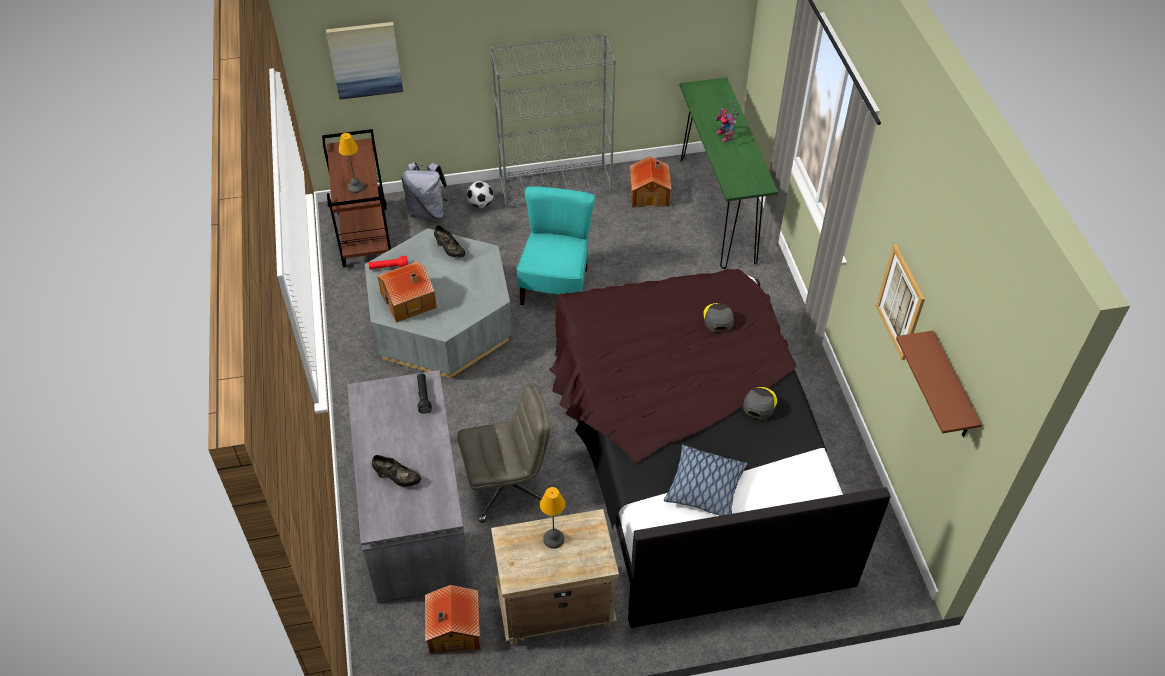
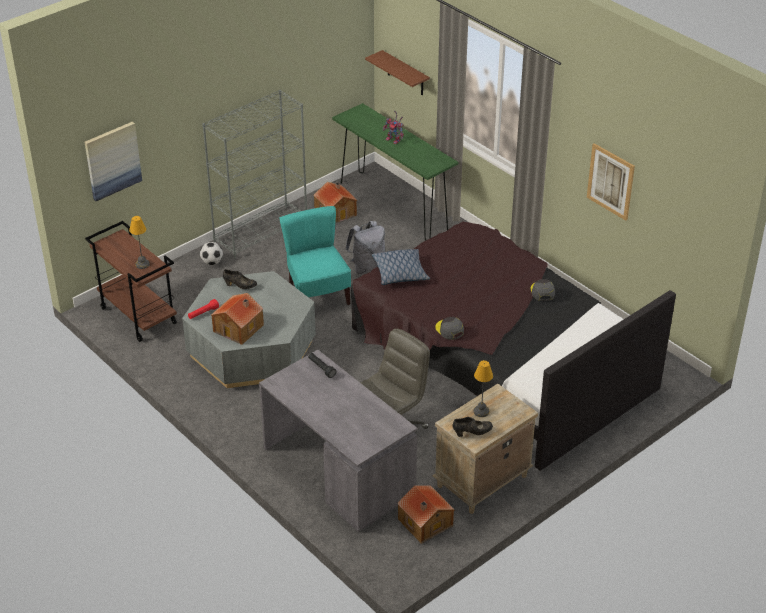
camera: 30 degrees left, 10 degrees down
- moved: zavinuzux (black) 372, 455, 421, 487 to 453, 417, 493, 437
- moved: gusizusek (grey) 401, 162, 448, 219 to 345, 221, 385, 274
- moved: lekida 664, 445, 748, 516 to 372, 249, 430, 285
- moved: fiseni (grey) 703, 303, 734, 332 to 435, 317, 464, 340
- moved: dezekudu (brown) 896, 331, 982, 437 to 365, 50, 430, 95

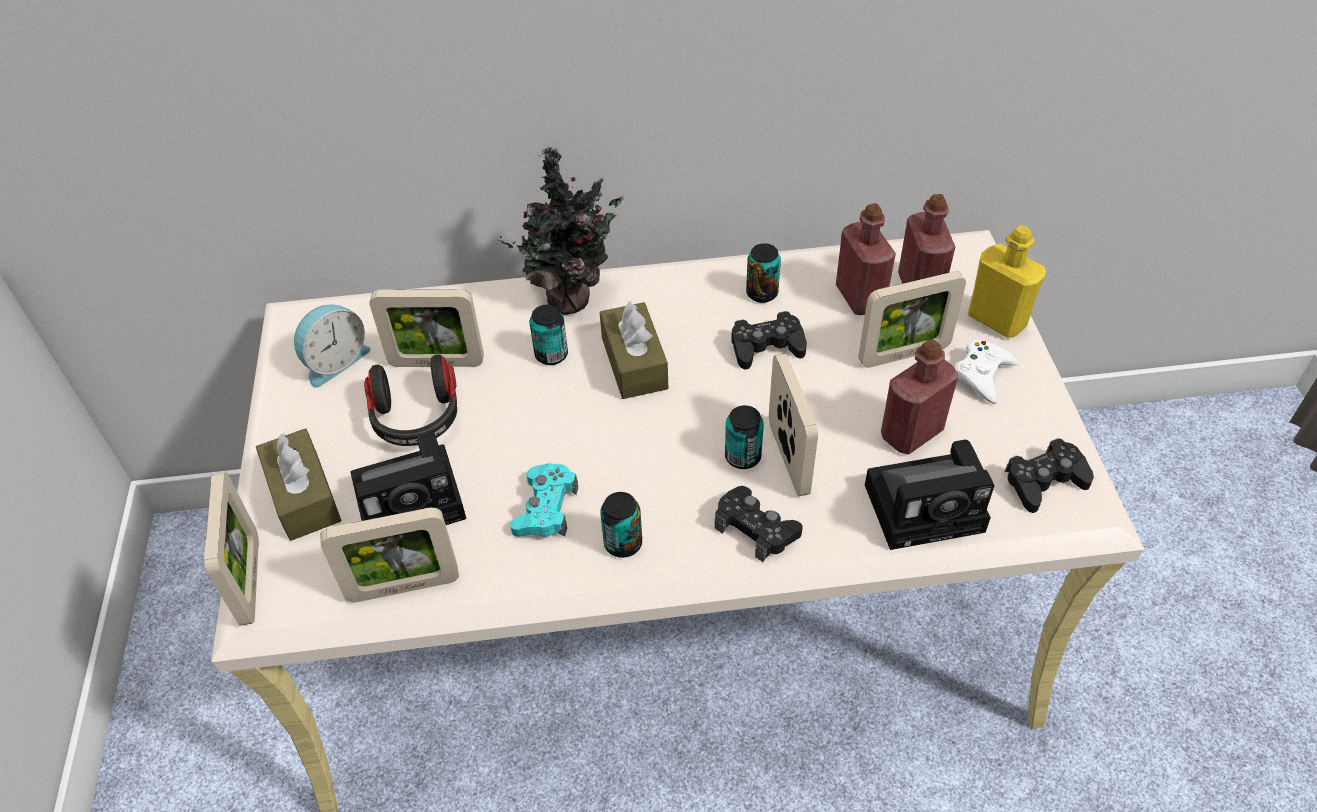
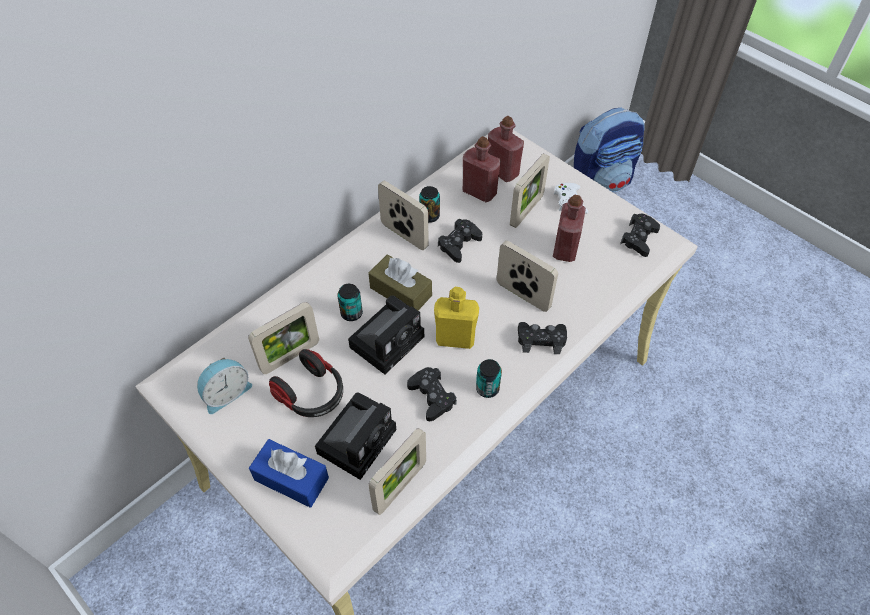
camera: 40 degrees left, 5 degrees up
- removed: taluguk 498, 147, 624, 315
- removed: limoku 725, 405, 764, 469
- added: gusizusek 574, 108, 645, 192
- moved: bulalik 204, 472, 259, 626 to 378, 181, 429, 250
- moved: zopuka 865, 440, 995, 550 to 348, 295, 424, 375
- moved: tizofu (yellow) 968, 225, 1046, 338 to 434, 287, 479, 349
- recoloured: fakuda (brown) 256, 428, 342, 541 to fakuda (blue) 249, 439, 329, 508
- recoloured: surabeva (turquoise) 510, 463, 578, 537 to surabeva (black) 407, 367, 457, 421
- turned: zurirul 294, 304, 371, 388 = 197, 358, 252, 414 45 degrees clockwise

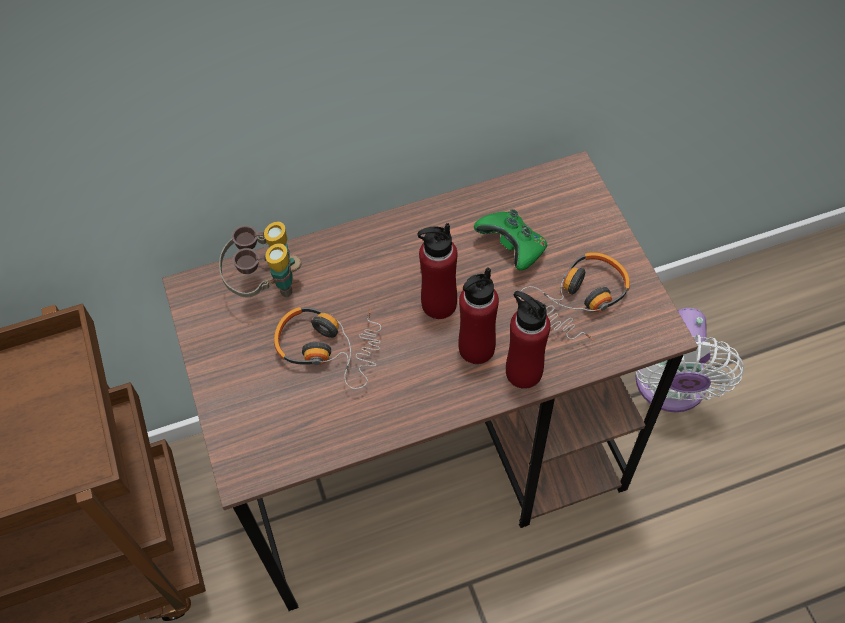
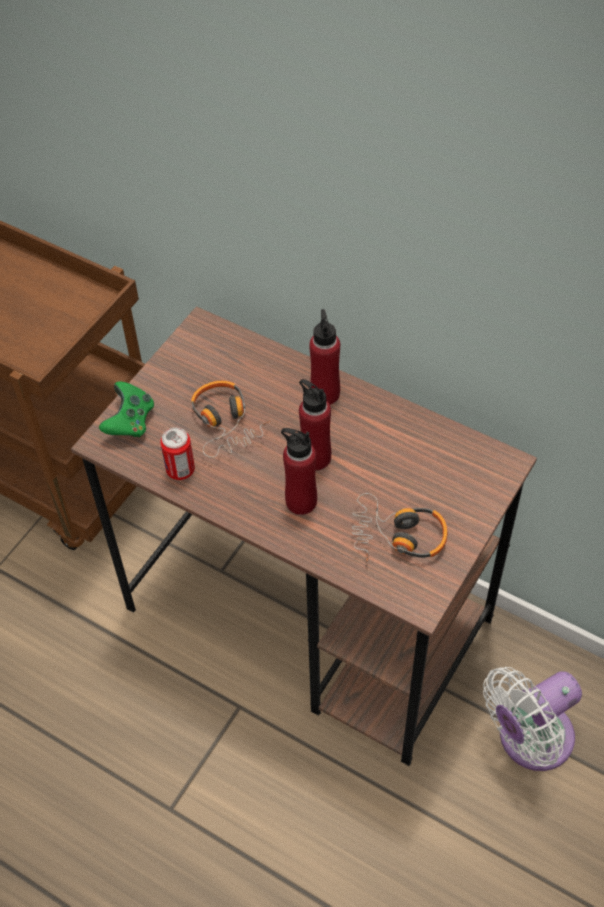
camera: 50 degrees right, 5 degrees down
- removed: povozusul 219, 222, 301, 298
- added: limoku 160, 427, 195, 480
- moved: surabeva (green) 474, 209, 548, 270 to 99, 382, 154, 438
- moved: tizofu (red) 506, 291, 551, 389 to 309, 309, 340, 405

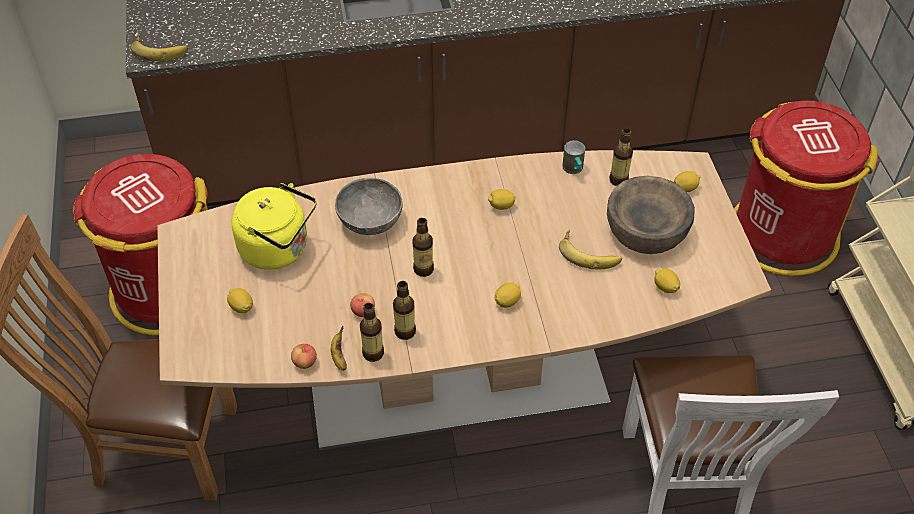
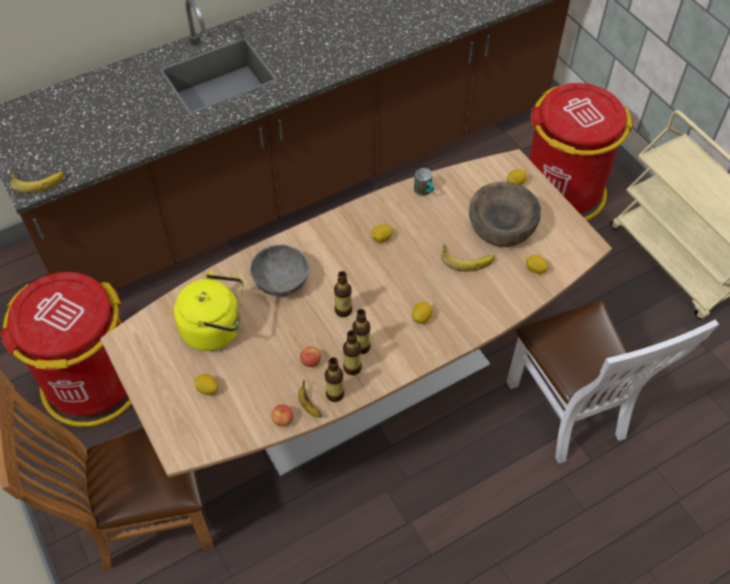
camera: 20 degrees left, 5 degrees up
- moved: tizofu 609, 128, 633, 186 to 352, 309, 370, 354

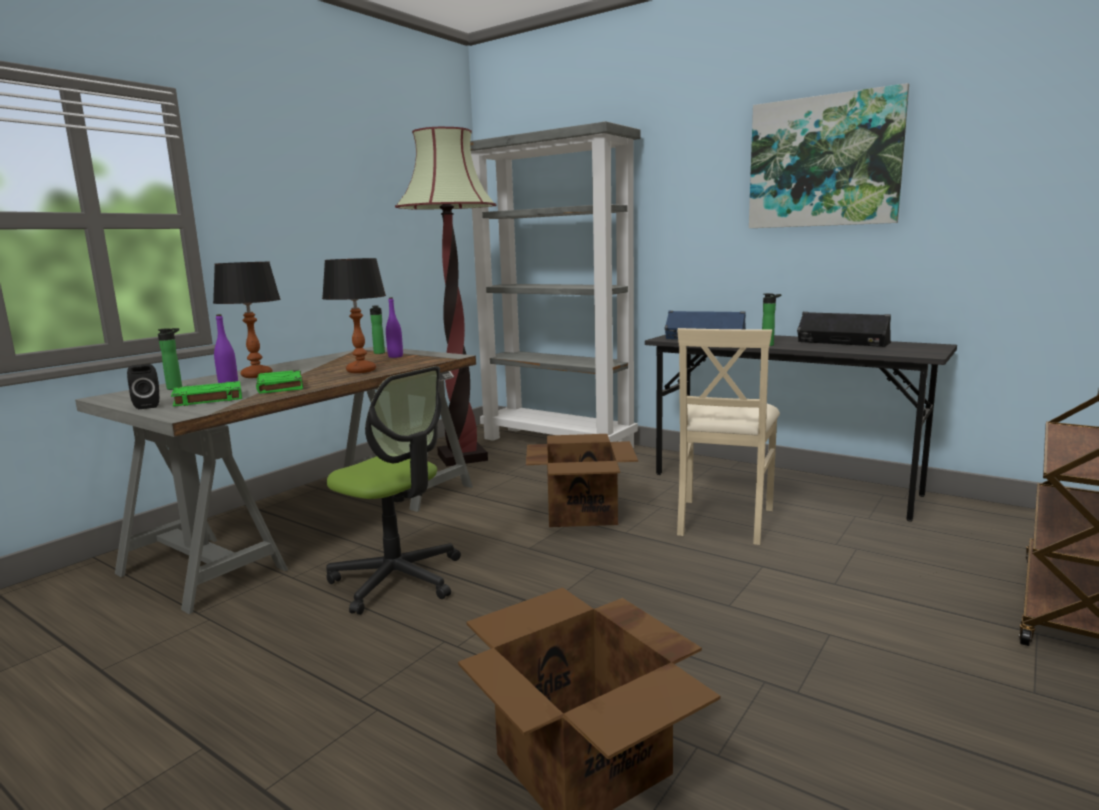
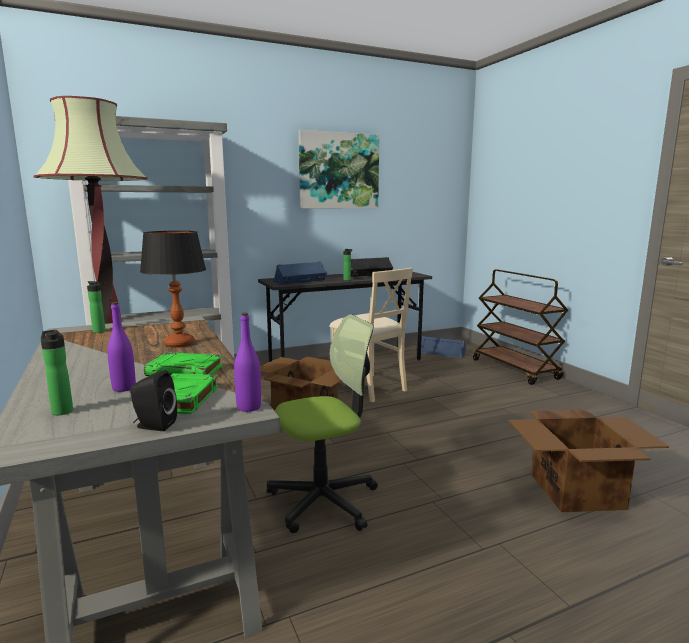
camera: 60 degrees left, 0 degrees up
- removed: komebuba 213, 262, 281, 378
- added: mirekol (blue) 421, 336, 466, 359
- moved: tizofu (purple) 386, 297, 403, 358 to 234, 313, 261, 412

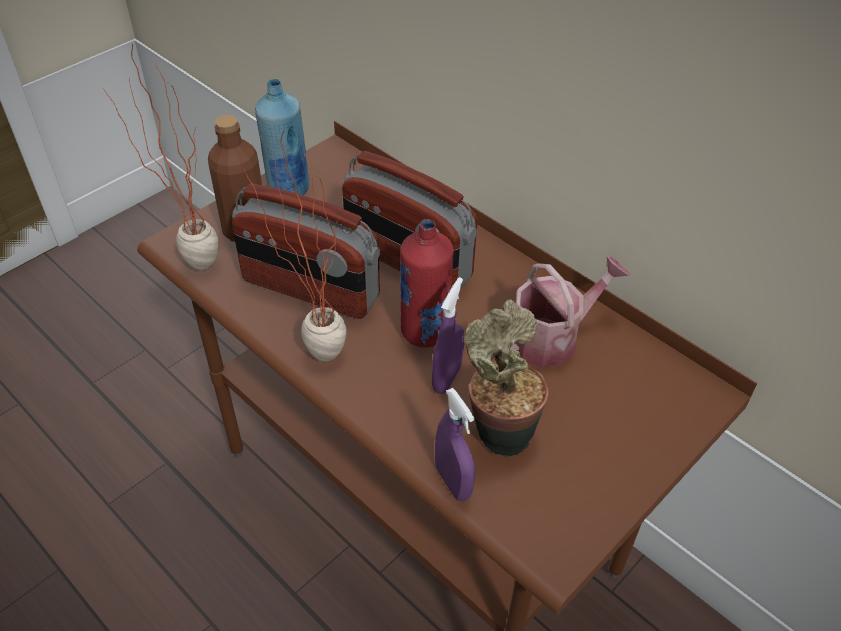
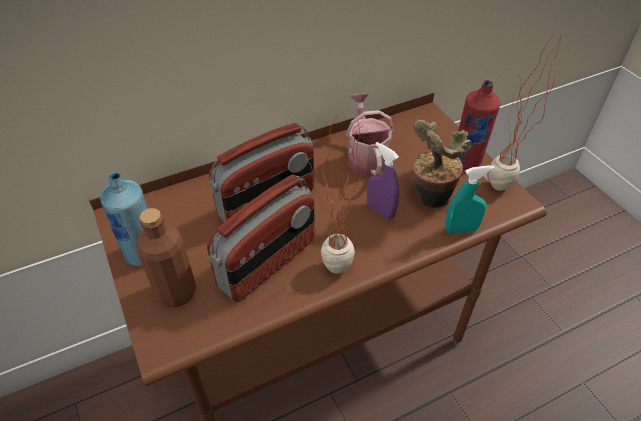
camera: 70 degrees left, 0 degrees up
- moved: taluguk 103, 44, 218, 271 to 489, 29, 562, 191
- moved: tizofu (red) 400, 219, 454, 347 to 458, 80, 500, 169
- recoloured: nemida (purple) 435, 388, 476, 501 to nemida (turquoise) 445, 165, 495, 234

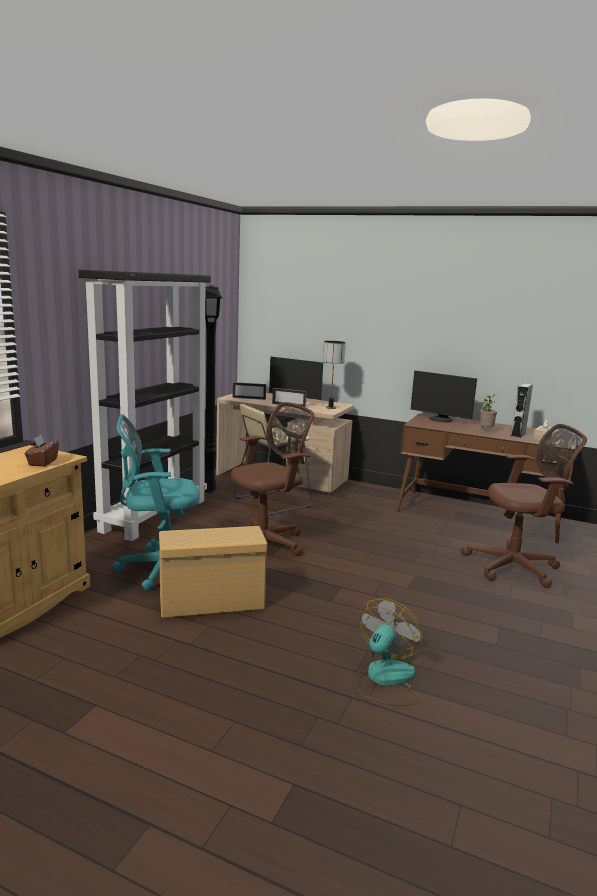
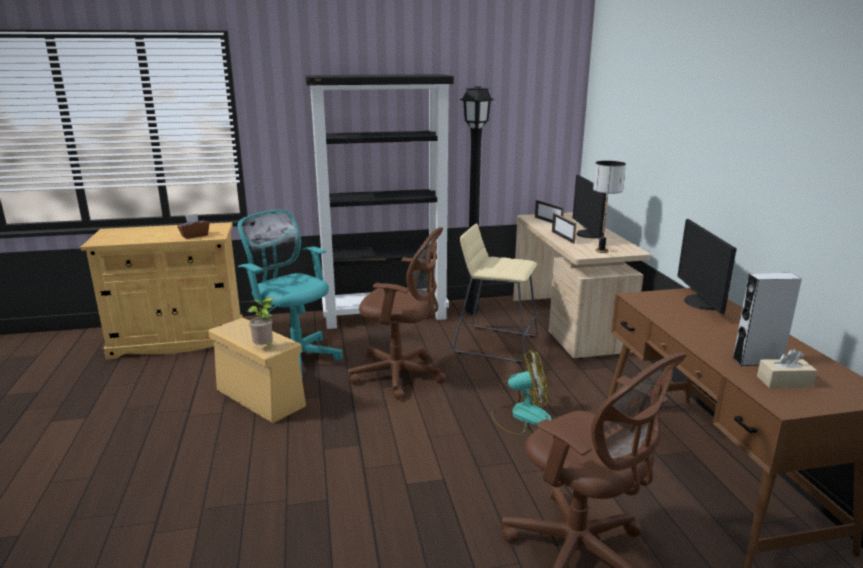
camera: 55 degrees right, 5 degrees up
- moved: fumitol 357, 598, 422, 705 to 491, 350, 551, 435
- moved: taluguk 480, 394, 497, 428 to 248, 297, 274, 345

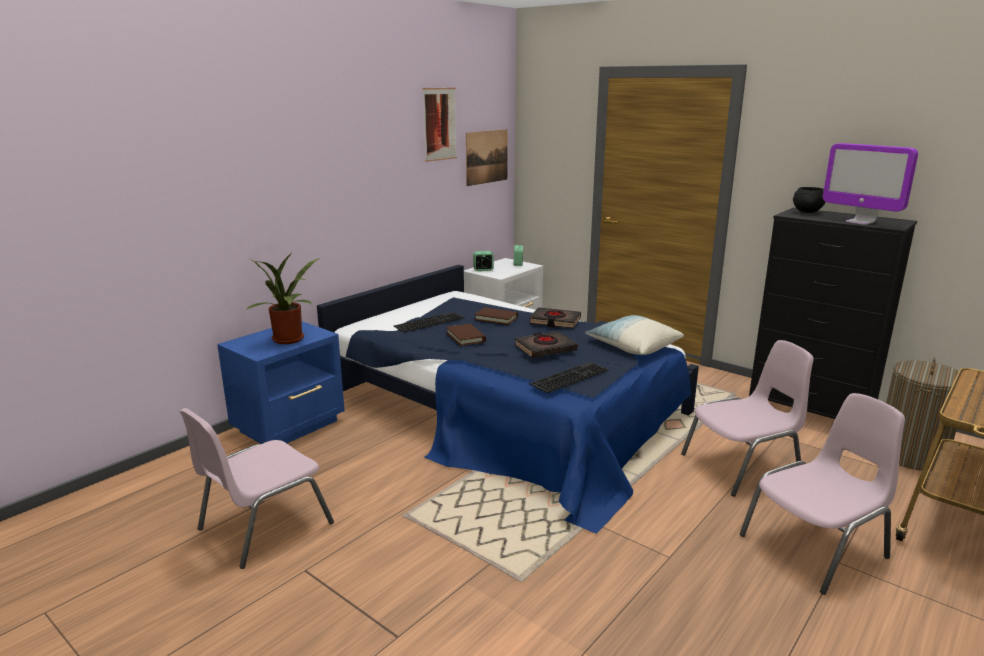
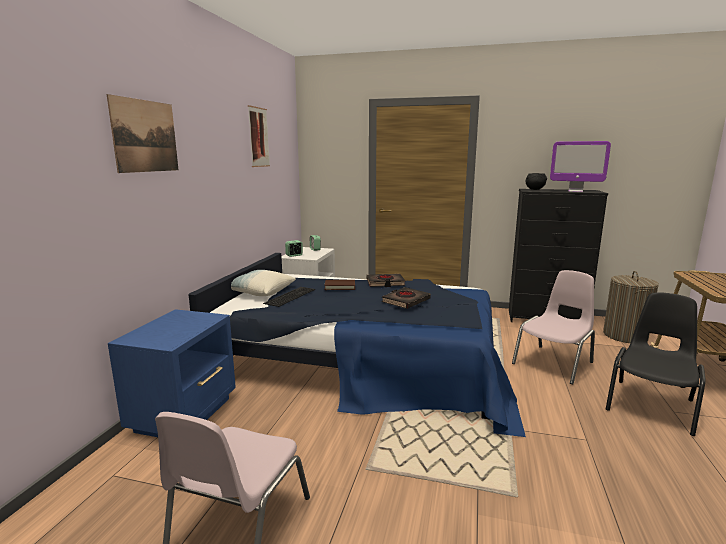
camera: 25 degrees left, 5 degrees down
- removed: taluguk 245, 253, 320, 344
- removed: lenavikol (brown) 446, 324, 486, 346
- removed: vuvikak 529, 362, 609, 393
- moved: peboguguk 466, 129, 508, 186 to 107, 94, 179, 173
- moved: lekida 585, 315, 684, 355 to 231, 270, 296, 296
- recoloured: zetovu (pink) 740, 393, 905, 595 to zetovu (black) 606, 292, 705, 436

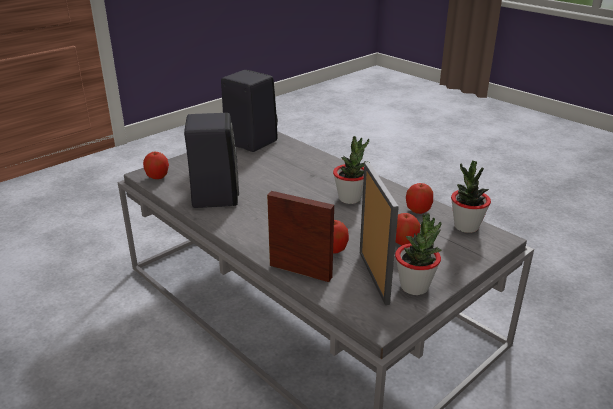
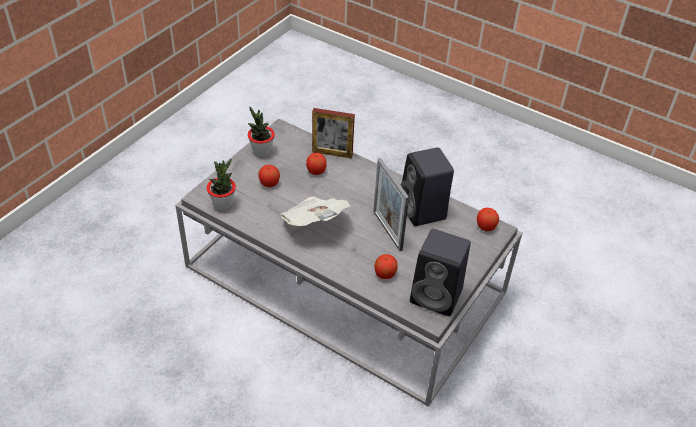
camera: 165 degrees right, 15 degrees up
- moved: bulalik 360, 162, 399, 305 to 373, 158, 409, 251
- moved: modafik 406, 183, 433, 214 to 374, 254, 398, 279
- replaced: taluguk 333, 136, 370, 204 to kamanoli 281, 197, 351, 226

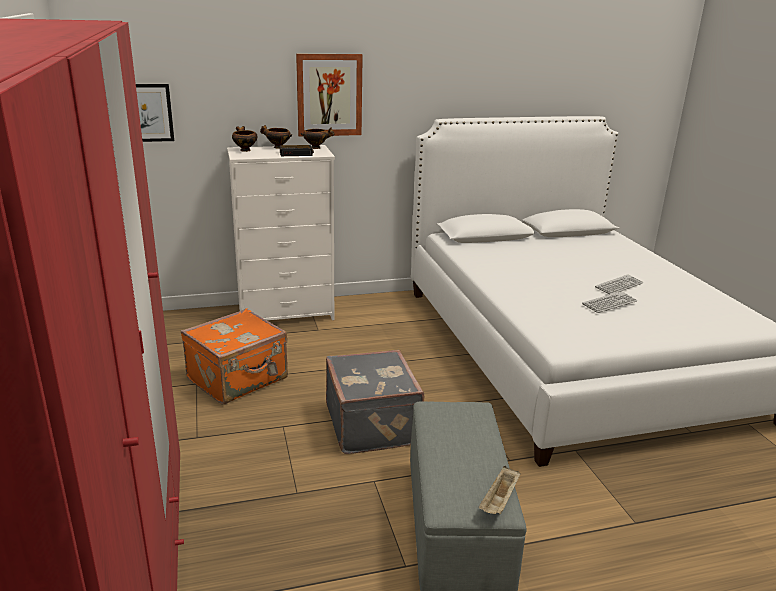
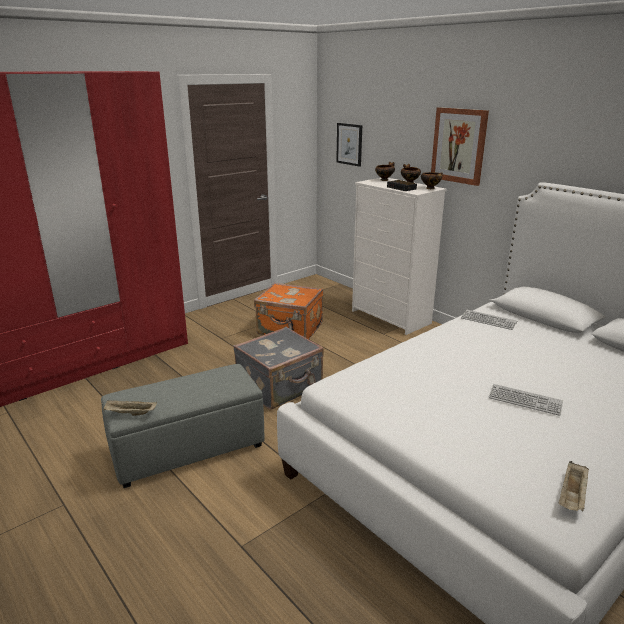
camera: 65 degrees right, 0 degrees up
- added: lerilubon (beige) 559, 461, 589, 511
- moved: vuvikak 582, 291, 637, 313 to 461, 310, 517, 330

